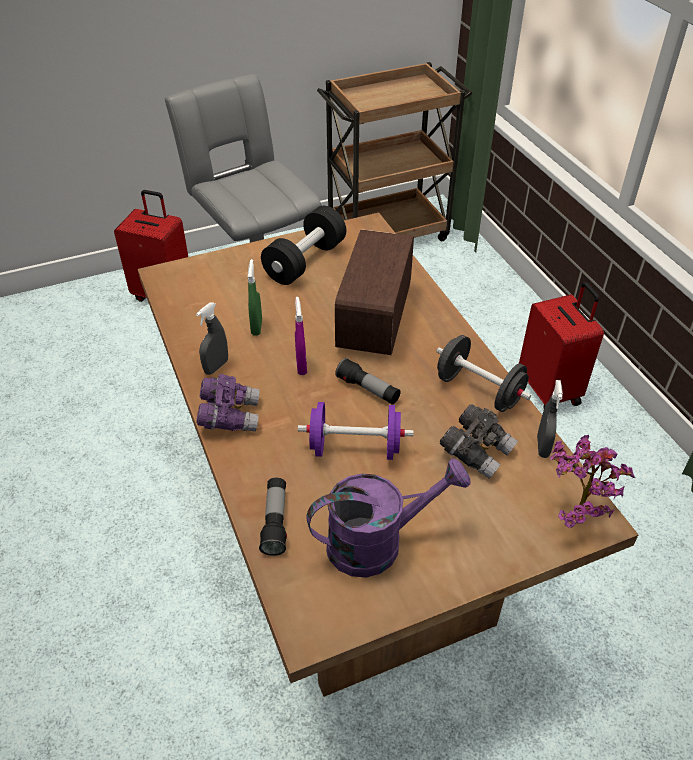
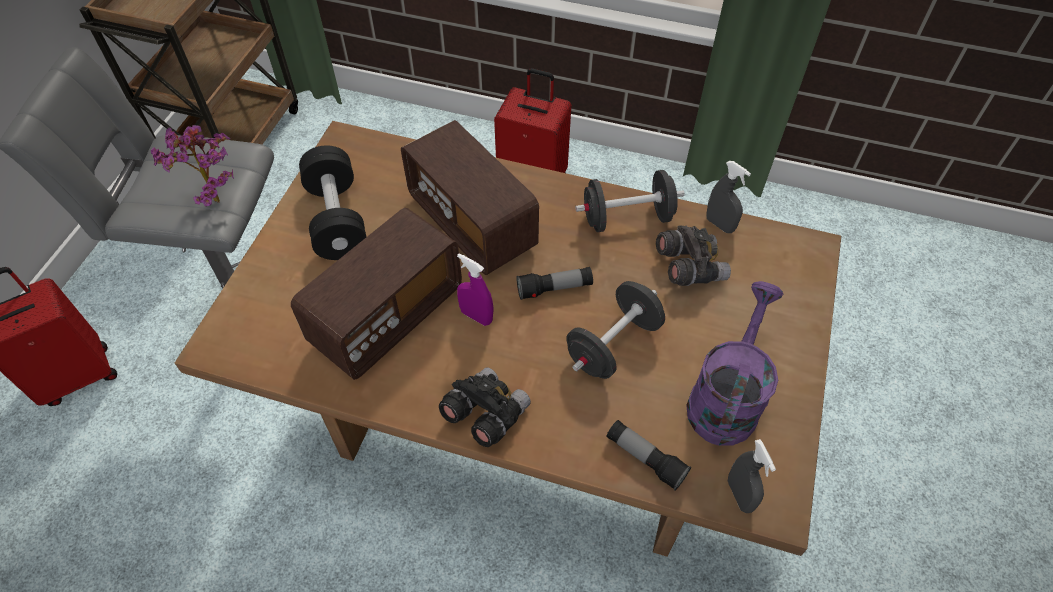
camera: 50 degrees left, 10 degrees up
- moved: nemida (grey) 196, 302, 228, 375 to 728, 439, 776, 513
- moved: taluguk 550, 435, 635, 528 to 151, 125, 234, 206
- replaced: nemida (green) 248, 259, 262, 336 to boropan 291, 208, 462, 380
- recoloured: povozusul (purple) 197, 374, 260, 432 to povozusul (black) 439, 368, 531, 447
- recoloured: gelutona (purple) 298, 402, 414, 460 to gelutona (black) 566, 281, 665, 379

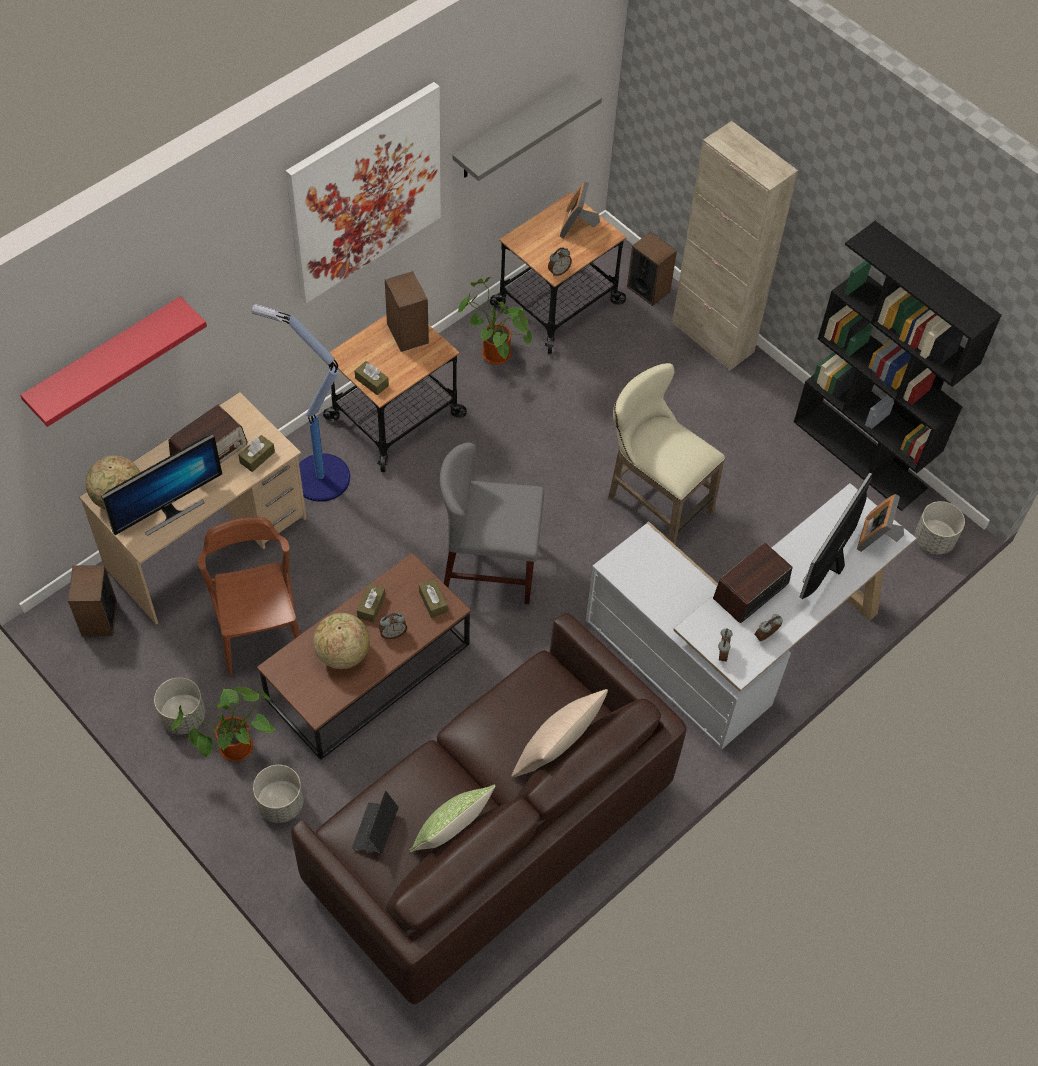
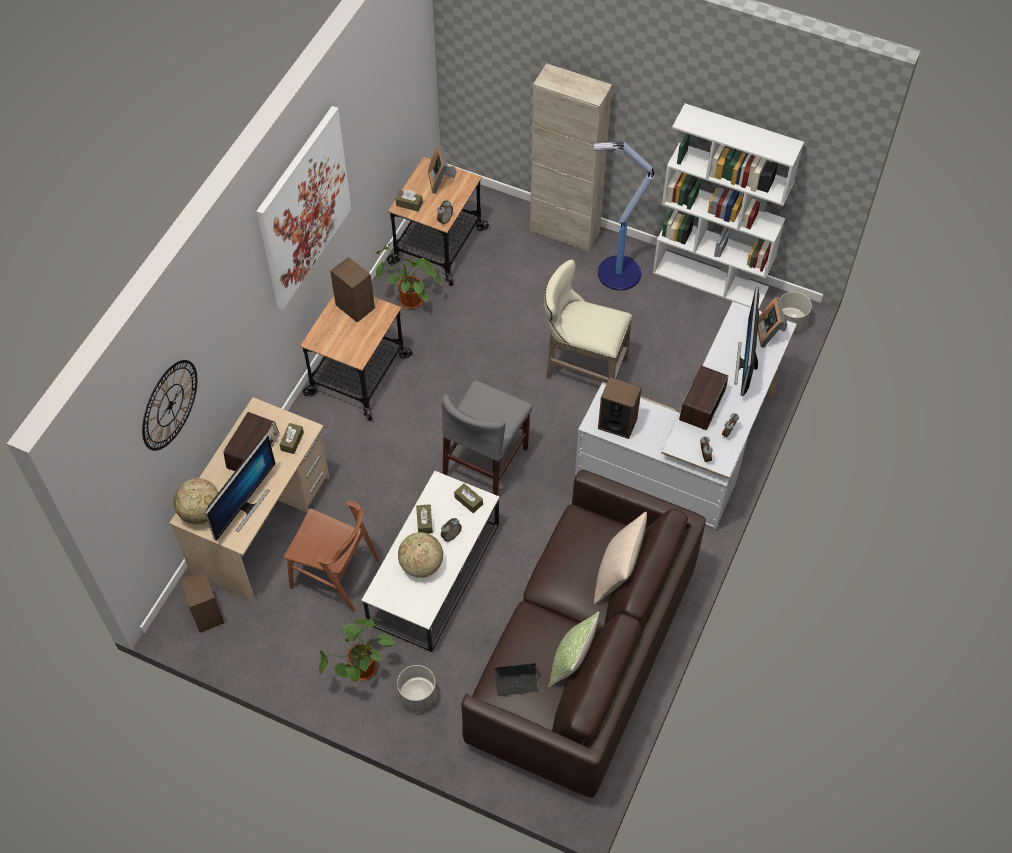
camera: 20 degrees left, 0 degrees up
- removed: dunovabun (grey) 154, 677, 205, 735
- removed: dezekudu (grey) 453, 78, 602, 181
- moved: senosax 252, 304, 350, 502 to 593, 141, 654, 290
- moved: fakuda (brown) 355, 361, 389, 395 to 396, 190, 423, 212
- moved: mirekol 627, 232, 677, 306 to 598, 377, 642, 439
- replaced: dezekudu (red) 20, 297, 207, 427 to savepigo 142, 360, 197, 451
- recoloured: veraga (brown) 257, 553, 471, 760 to veraga (white) 362, 471, 499, 652
- recoloured: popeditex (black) 794, 221, 1002, 511 to popeditex (white) 653, 103, 804, 309
- turned: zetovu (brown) 198, 517, 300, 675 = 284, 501, 380, 612 150 degrees clockwise
- turned: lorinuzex 352, 791, 399, 853 = 495, 663, 538, 696 90 degrees counterclockwise
- turned: zetovu (grey) 440, 443, 544, 604 = 442, 380, 532, 496 45 degrees counterclockwise

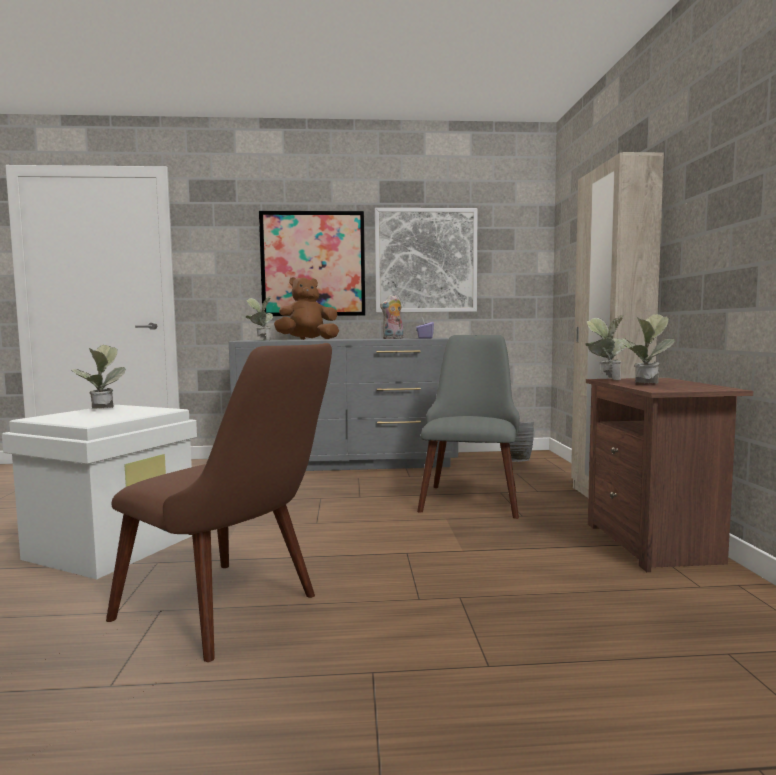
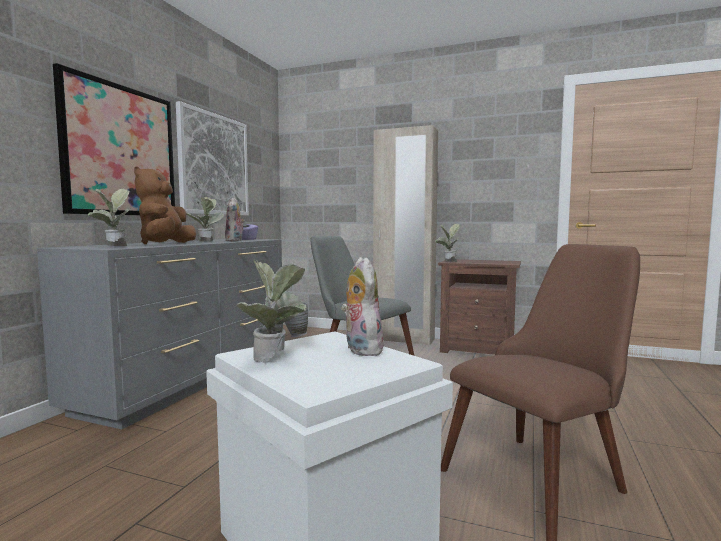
camera: 65 degrees left, 0 degrees up
- added: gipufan 341, 257, 385, 356
- moved: taluguk 619, 314, 675, 383 to 186, 197, 224, 241

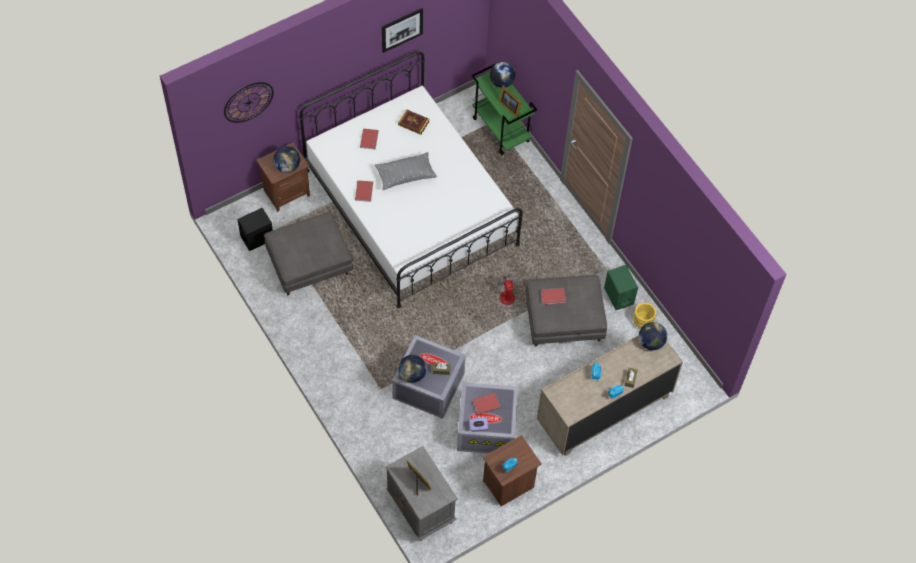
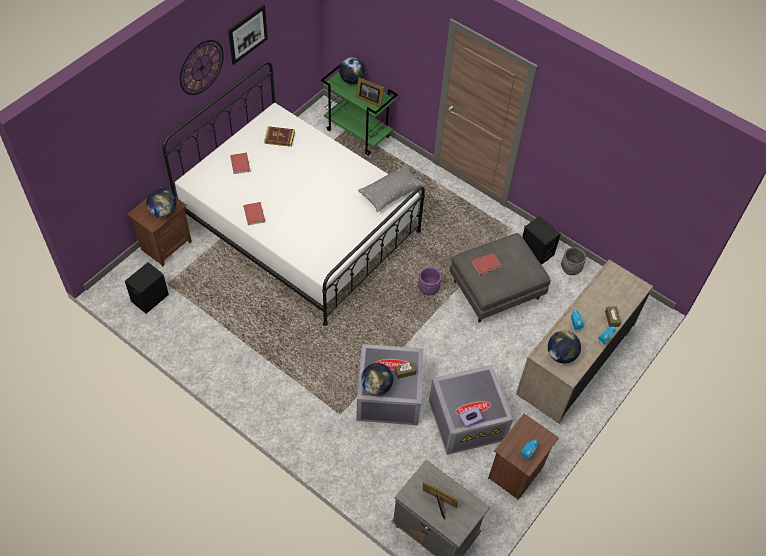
camera: 20 degrees left, 5 degrees down
- removed: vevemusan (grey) 264, 212, 353, 295
- removed: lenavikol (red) 472, 393, 501, 415
- moved: savepigo 224, 82, 274, 123 to 180, 40, 224, 95
- moved: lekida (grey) 375, 152, 437, 190 to 358, 165, 425, 212
- moved: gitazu 639, 322, 667, 350 to 548, 331, 581, 364
- replaced: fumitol 482, 274, 517, 318 to dunovabun (purple) 418, 267, 442, 295
- recoloured: mirekol (green) 604, 265, 638, 310 to mirekol (black) 522, 216, 561, 265
- recoloured: dunovabun (yellow) 633, 303, 656, 328 to dunovabun (grey) 561, 247, 586, 275

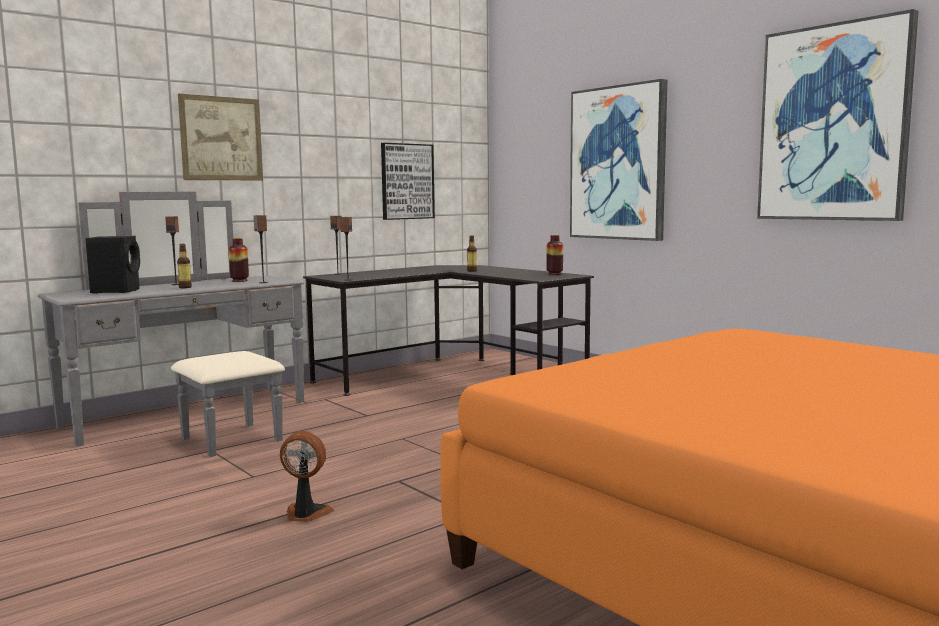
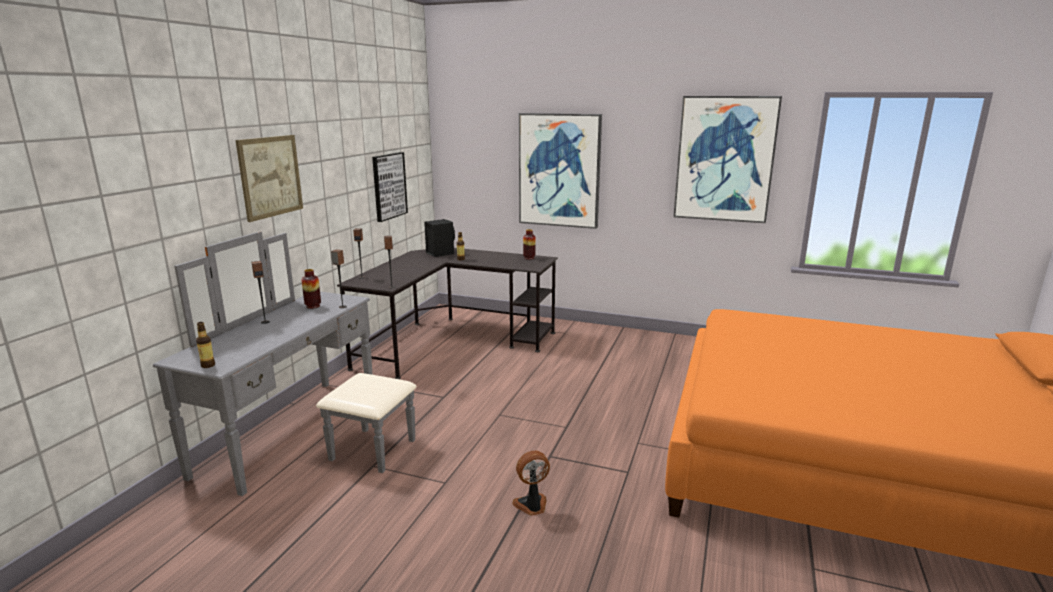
camera: 30 degrees left, 10 degrees up
- moved: mirekol (black) 85, 236, 140, 294 to 424, 219, 455, 257
- moved: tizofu 177, 244, 192, 288 to 196, 322, 215, 368

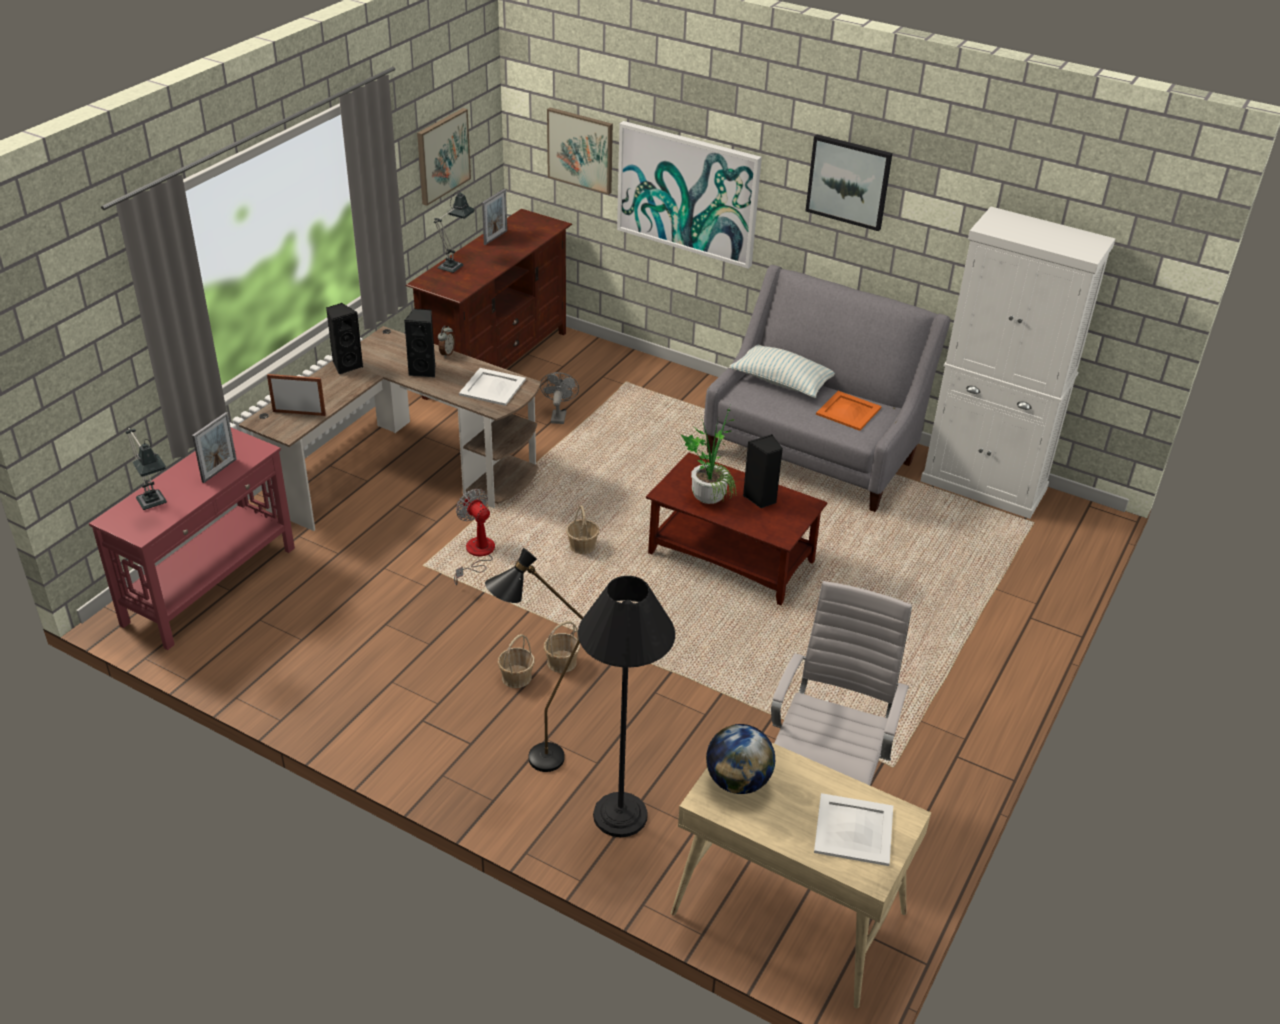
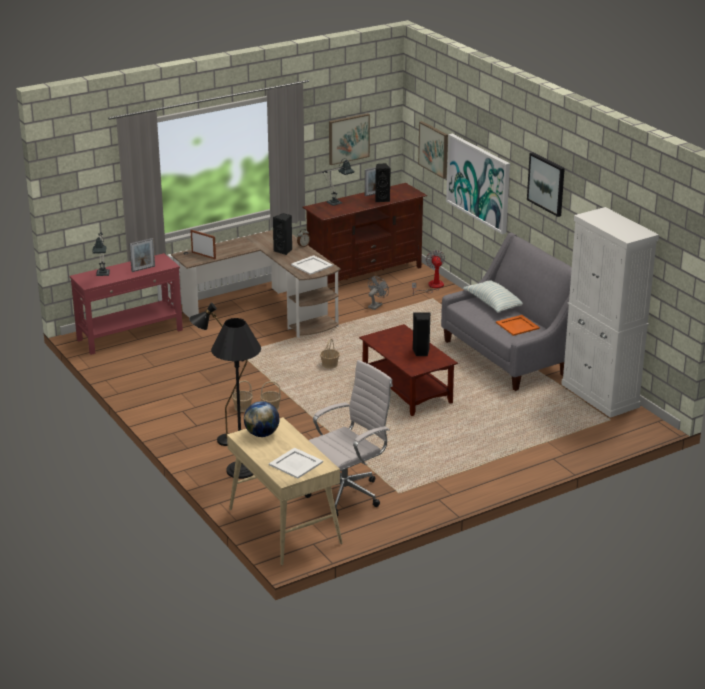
camera: 30 degrees right, 10 degrees down
- removed: taluguk 681, 407, 737, 504
- moved: mirekol (black) 326, 303, 364, 374 to 375, 163, 391, 202
- moved: fumitol 454, 489, 495, 585 to 412, 250, 445, 295

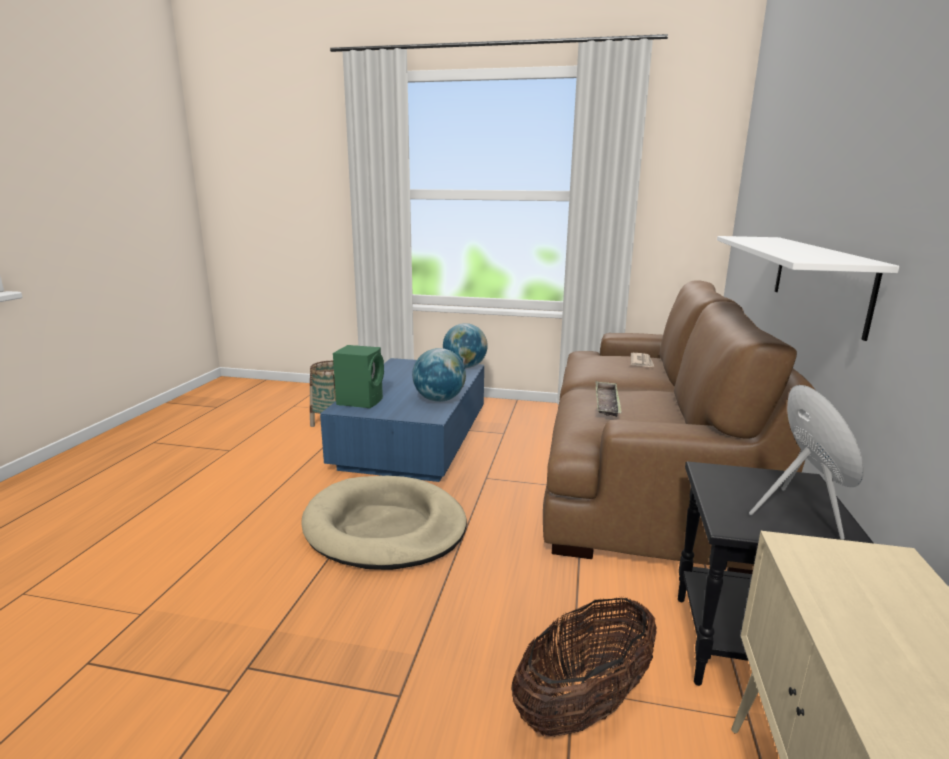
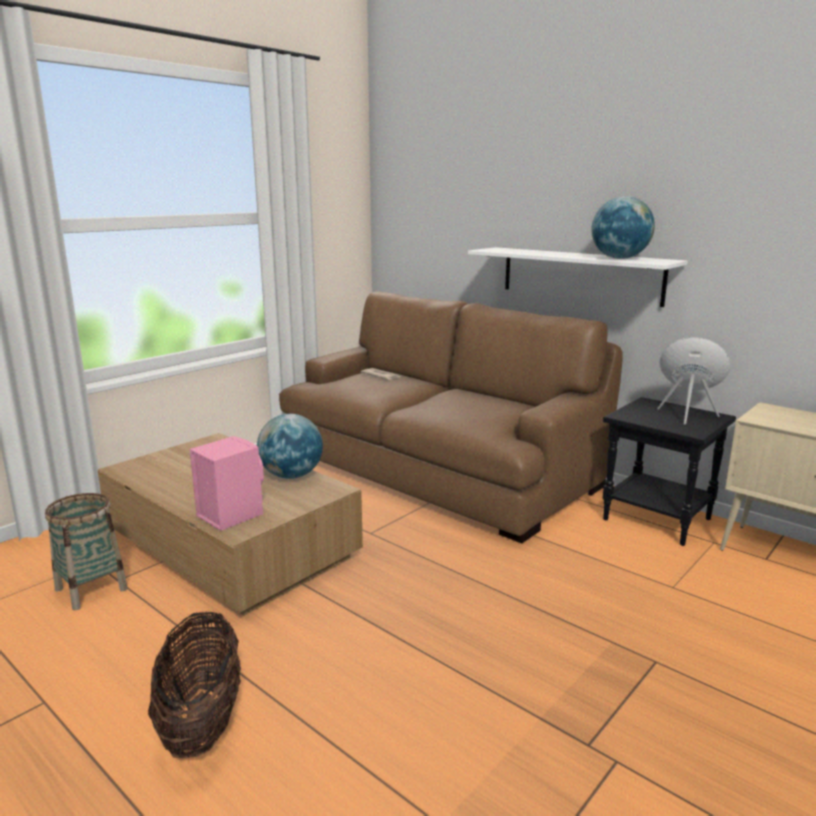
camera: 60 degrees left, 0 degrees up
- removed: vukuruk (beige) 301, 476, 467, 570
- removed: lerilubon 595, 381, 622, 417
- moved: gitazu 443, 323, 488, 368 to 591, 196, 655, 259
- moved: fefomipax 511, 597, 656, 737 to 148, 611, 241, 758
- recoloured: veraga (blue) 320, 358, 484, 482 to veraga (brown) 97, 433, 363, 616
- recoloured: mirekol (green) 333, 345, 384, 408 to mirekol (pink) 190, 436, 264, 531

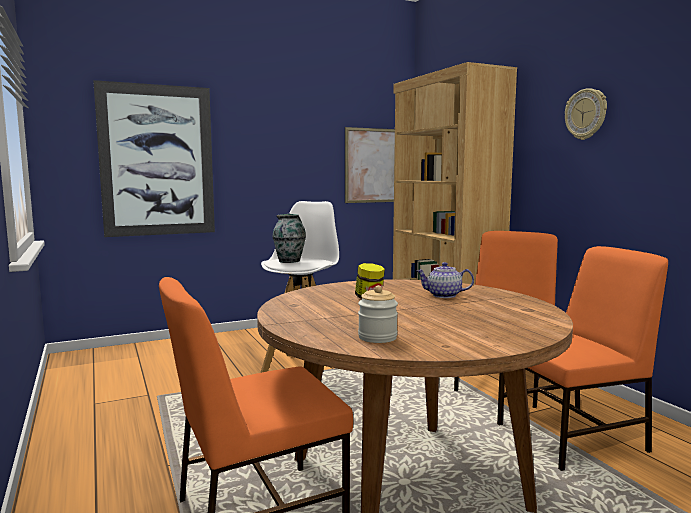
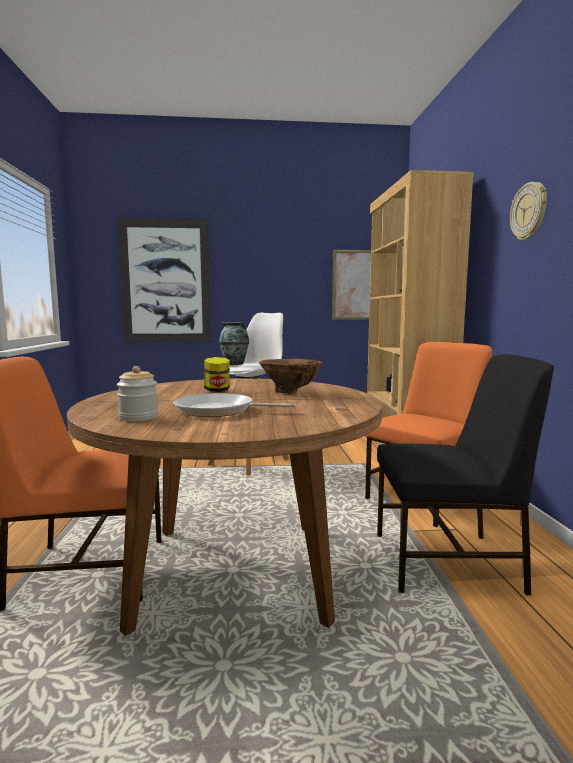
camera: 20 degrees right, 0 degrees up
- added: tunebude 173, 393, 296, 417
- replaced: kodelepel 416, 262, 474, 298 to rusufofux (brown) 259, 359, 323, 394
- recoloured: zetovu (orange) 497, 246, 668, 471 to zetovu (black) 377, 354, 554, 595

